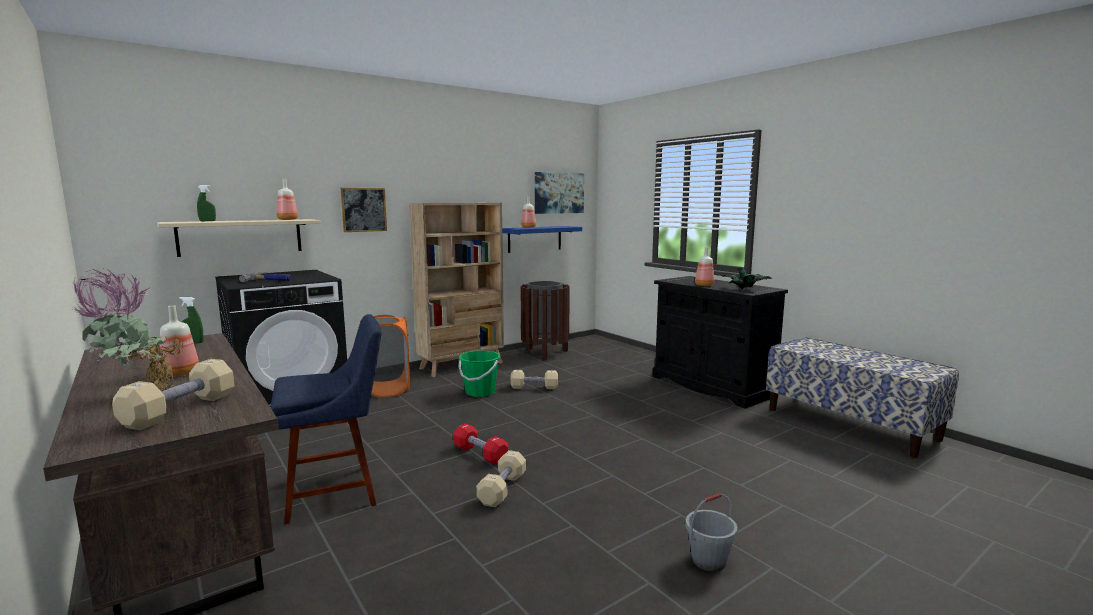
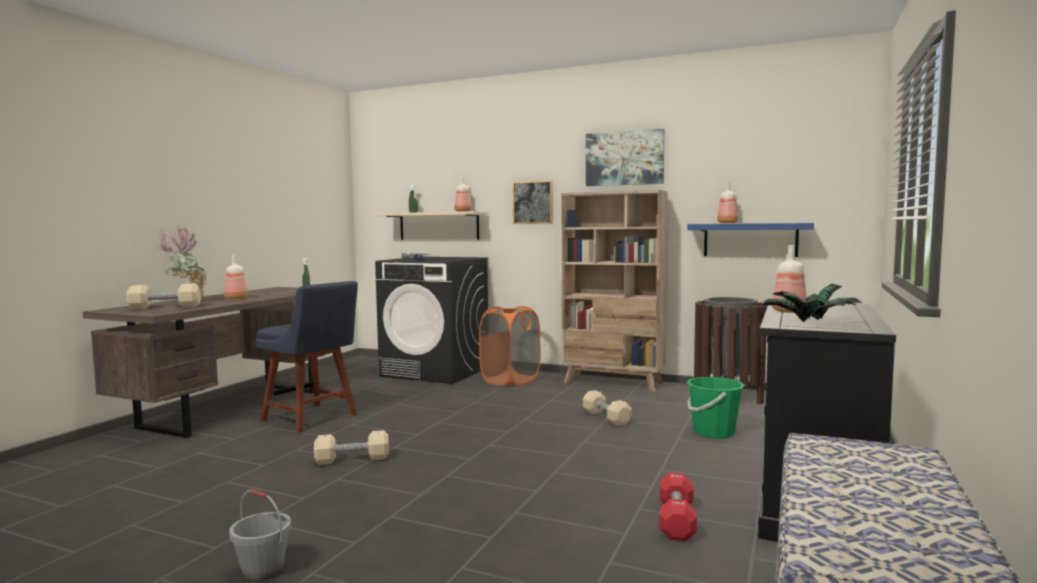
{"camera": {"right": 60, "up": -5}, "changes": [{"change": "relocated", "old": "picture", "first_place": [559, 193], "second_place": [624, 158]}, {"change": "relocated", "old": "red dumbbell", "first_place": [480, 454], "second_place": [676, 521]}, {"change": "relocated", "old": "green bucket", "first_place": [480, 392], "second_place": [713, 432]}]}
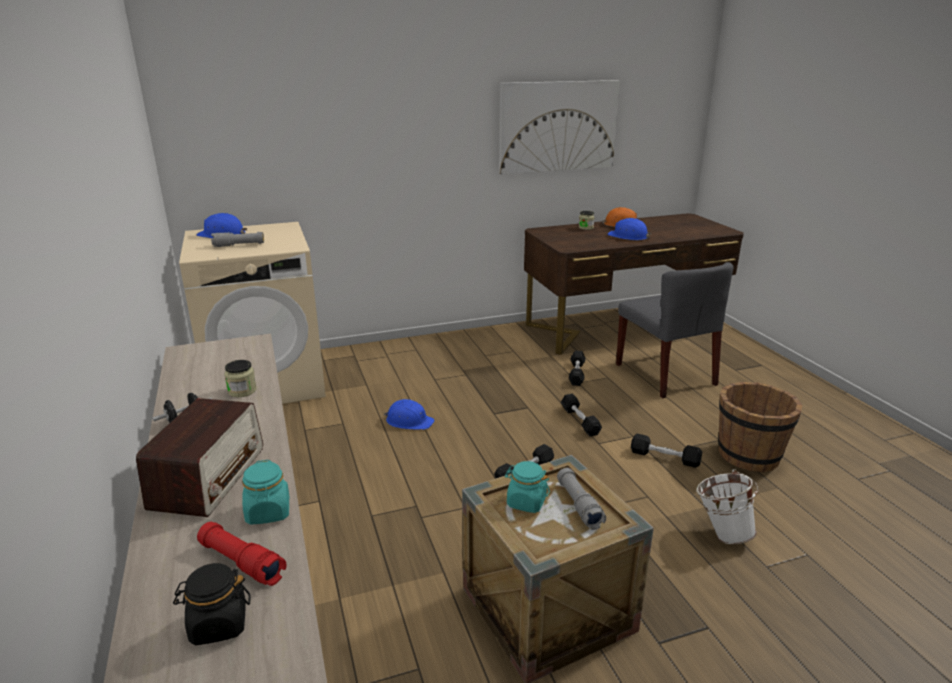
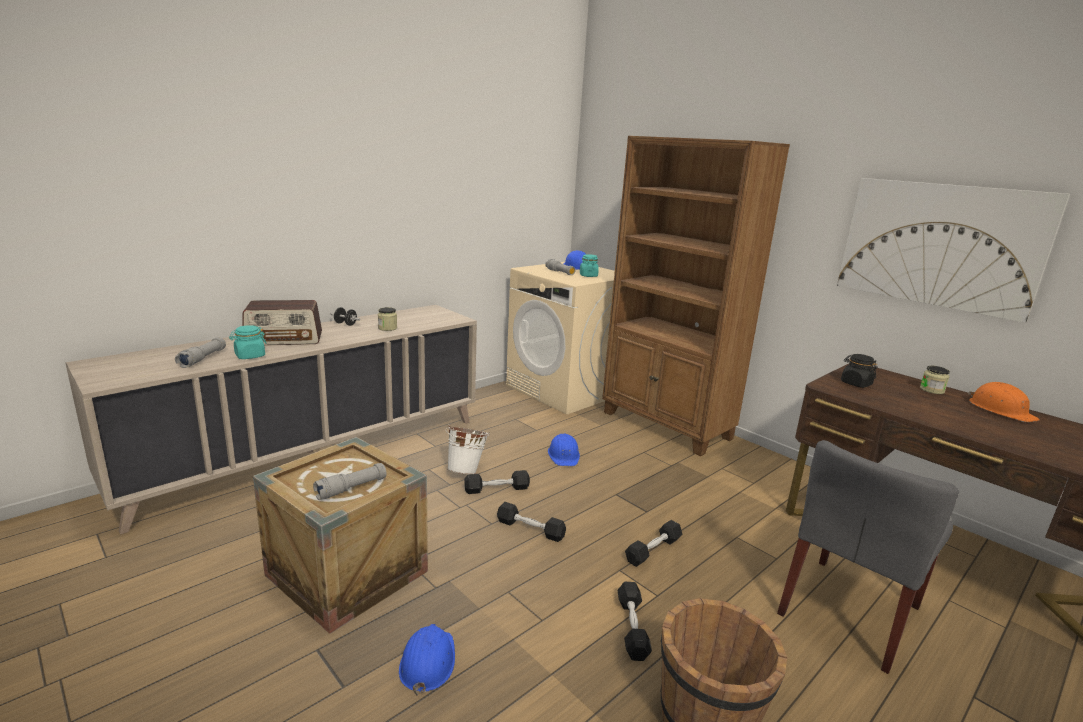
{"camera": {"right": 65, "up": -5}, "changes": [{"change": "colour", "old": "red flashlight", "new": "grey flashlight", "first_place": [241, 562], "second_place": [203, 359]}, {"change": "relocated", "old": "blue hard hat", "first_place": [628, 236], "second_place": [427, 662]}, {"change": "relocated", "old": "white bucket", "first_place": [721, 532], "second_place": [466, 471]}, {"change": "relocated", "old": "black dumbbell", "first_place": [576, 374], "second_place": [497, 489]}, {"change": "relocated", "old": "turquoise jar", "first_place": [526, 502], "second_place": [588, 275]}, {"change": "appeared", "new": "brown bookcase", "second_place": [666, 426]}, {"change": "relocated", "old": "black jar", "first_place": [218, 624], "second_place": [855, 383]}]}
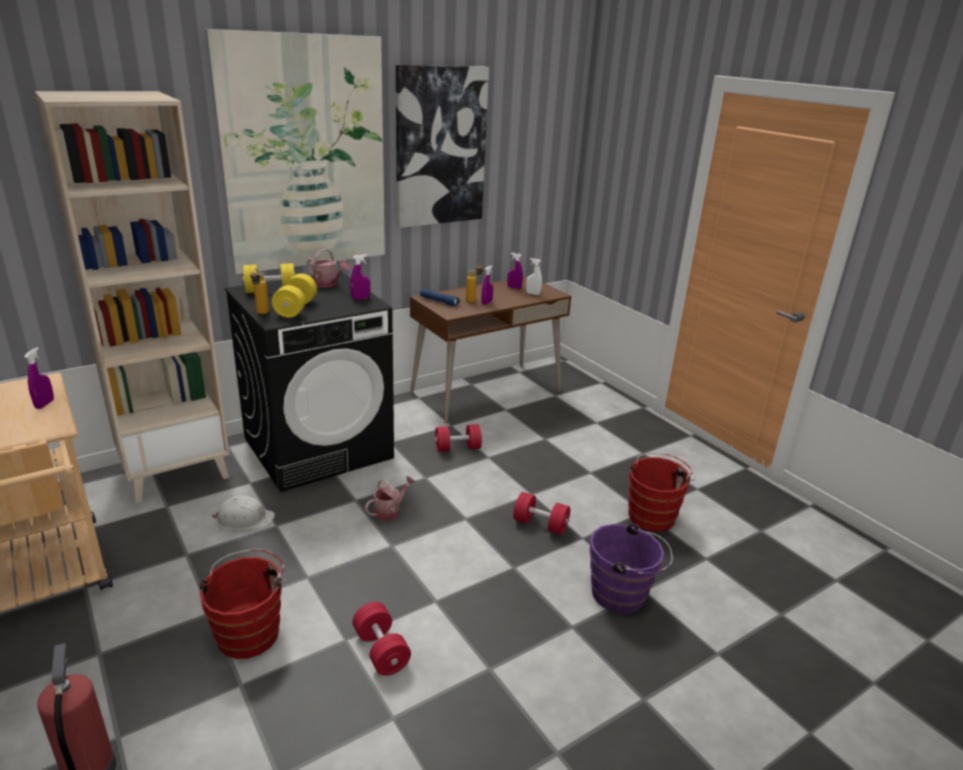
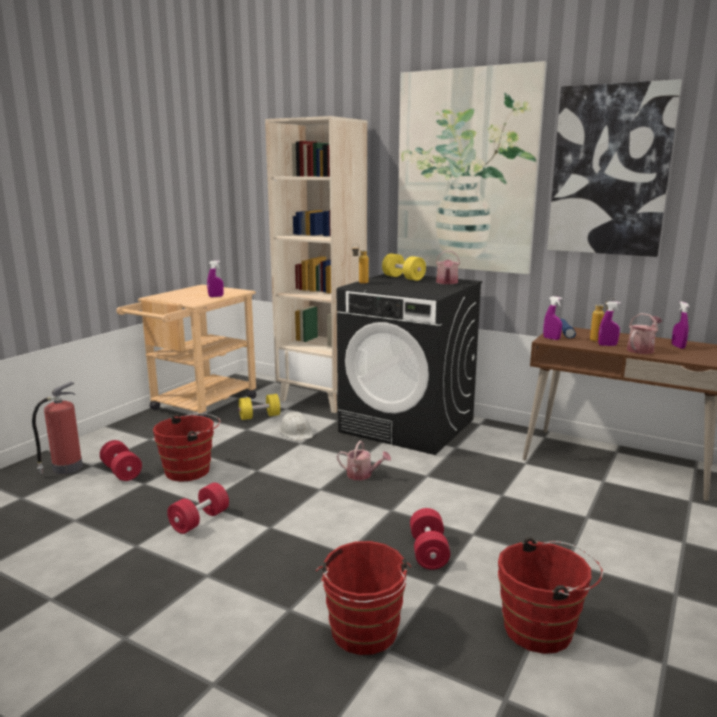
{"camera": {"right": 65, "up": -10}, "changes": [{"change": "relocated", "old": "red dumbbell", "first_place": [457, 448], "second_place": [121, 472]}, {"change": "relocated", "old": "yellow dumbbell", "first_place": [296, 308], "second_place": [259, 416]}, {"change": "colour", "old": "purple bucket", "new": "red bucket", "first_place": [622, 595], "second_place": [364, 635]}, {"change": "relocated", "old": "purple spray bottle", "first_place": [360, 298], "second_place": [551, 338]}, {"change": "appeared", "new": "watering can", "second_place": [642, 349]}, {"change": "missing", "old": "white spray bottle", "first_place": [533, 294]}]}
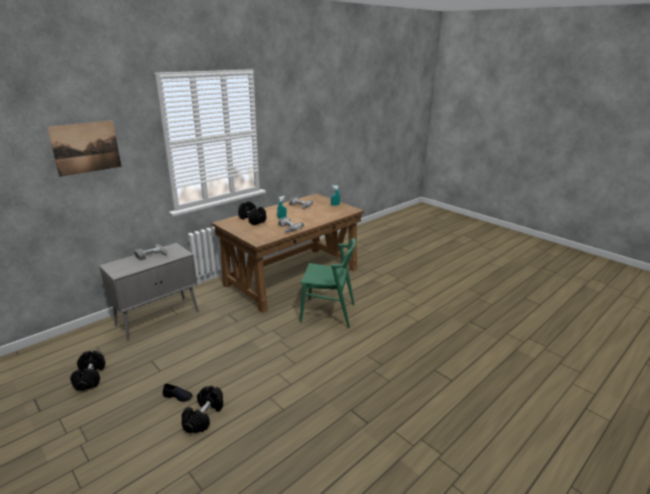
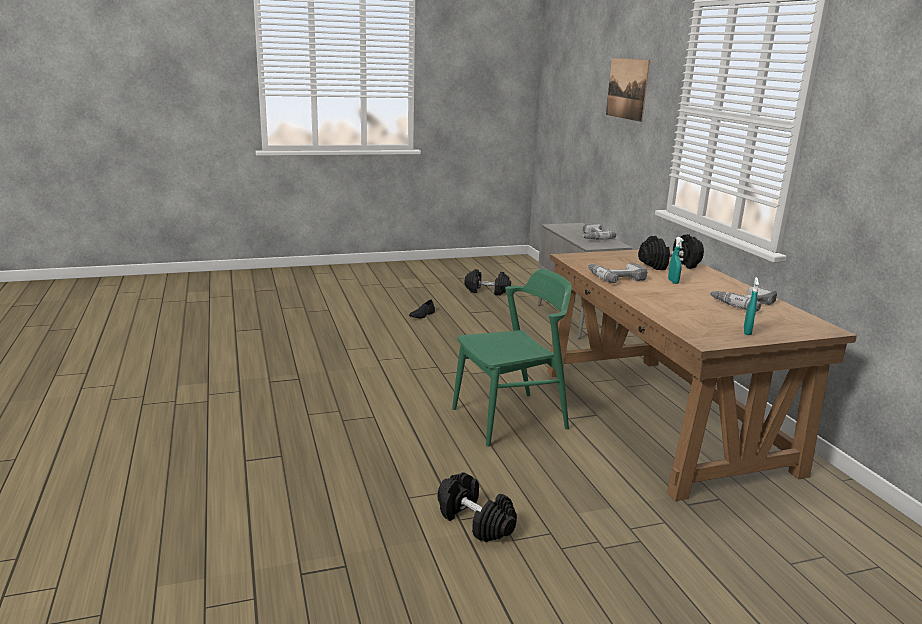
{"camera": {"right": 115, "up": -5}, "changes": [{"change": "relocated", "old": "black dumbbell", "first_place": [204, 417], "second_place": [474, 521]}, {"change": "spun", "old": "green chair", "first_place": [328, 313], "second_place": [510, 418], "degrees": -150}]}
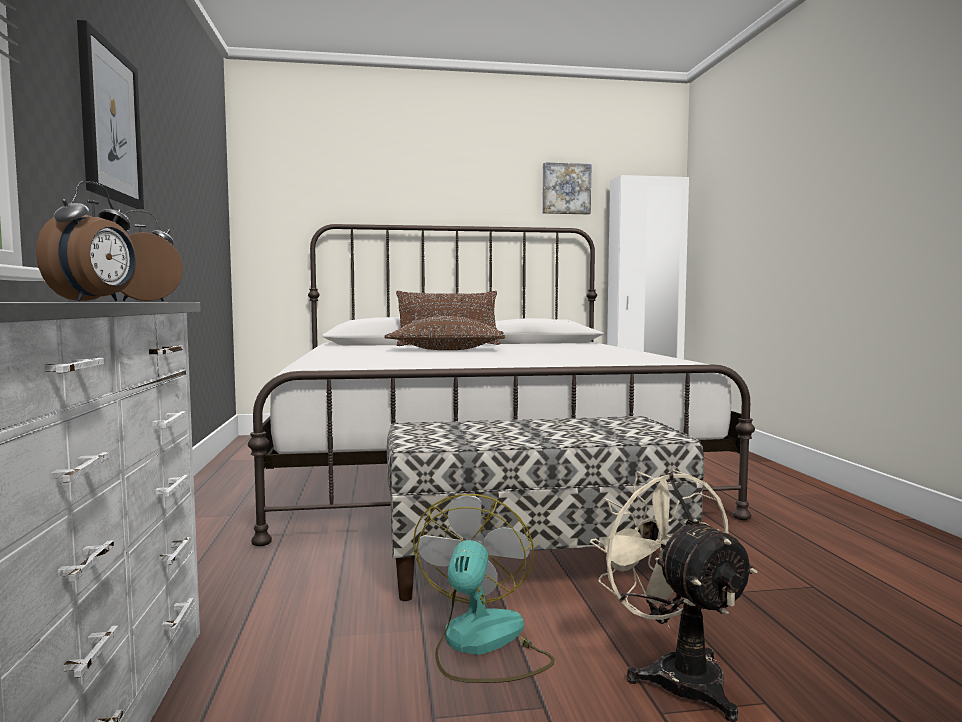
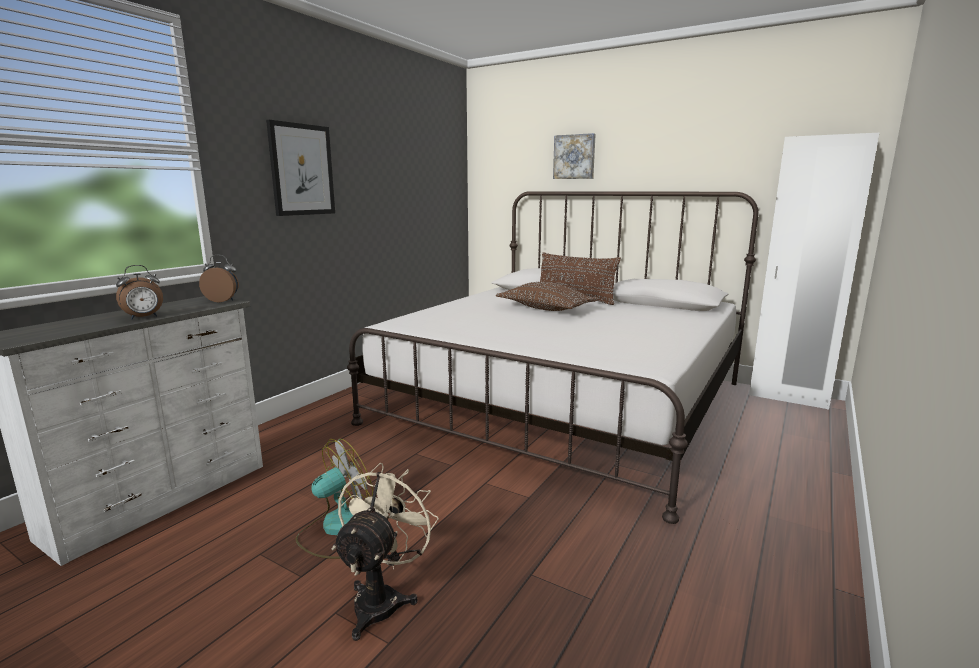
{"camera": {"right": 40, "up": 10}, "changes": [{"change": "relocated", "old": "picture", "first_place": [566, 189], "second_place": [574, 157]}, {"change": "missing", "old": "bench", "first_place": [535, 564]}]}
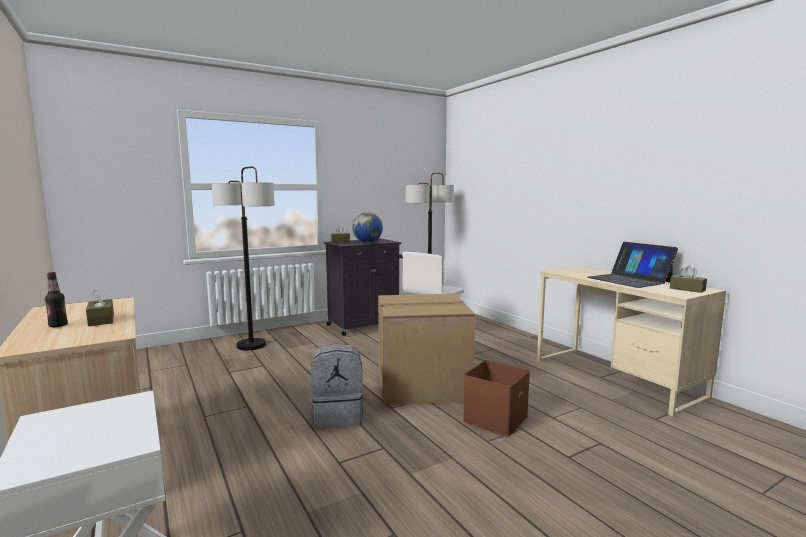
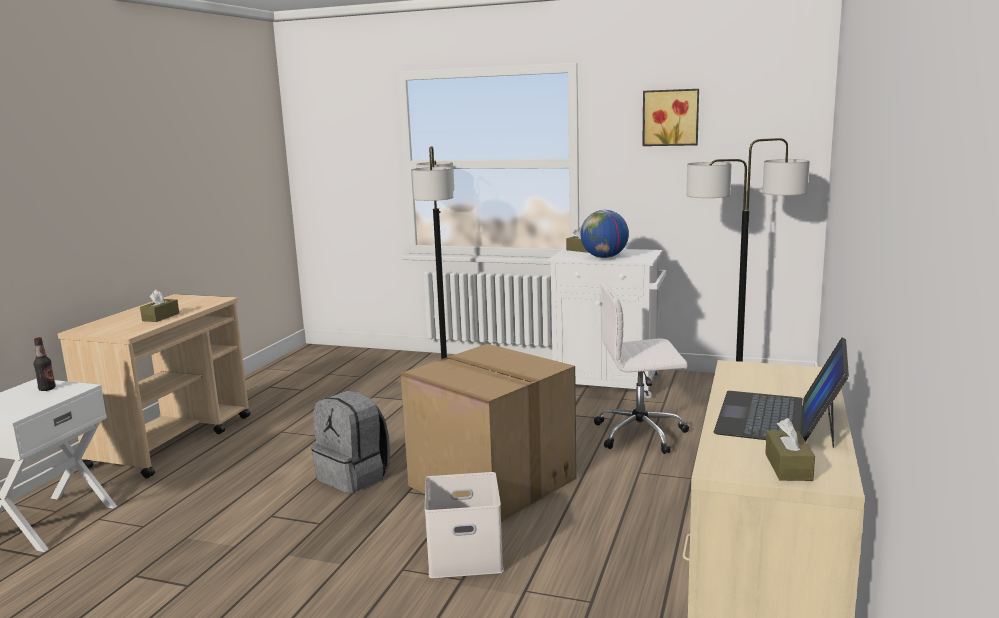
{"camera": {"right": 50, "up": 5}, "changes": [{"change": "relocated", "old": "bottle", "first_place": [58, 325], "second_place": [47, 389]}, {"change": "colour", "old": "brown storage box", "new": "white storage box", "first_place": [495, 418], "second_place": [466, 554]}, {"change": "colour", "old": "black cabinet", "new": "white cabinet", "first_place": [365, 325], "second_place": [608, 384]}, {"change": "appeared", "new": "picture", "second_place": [670, 117]}]}
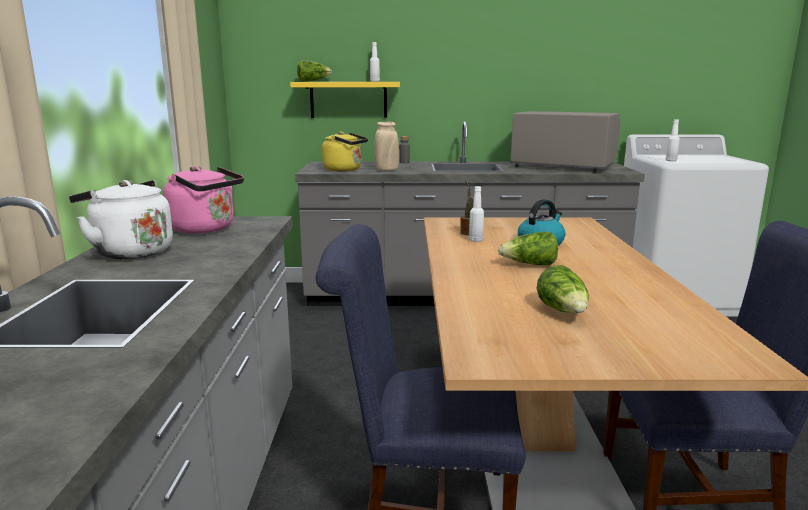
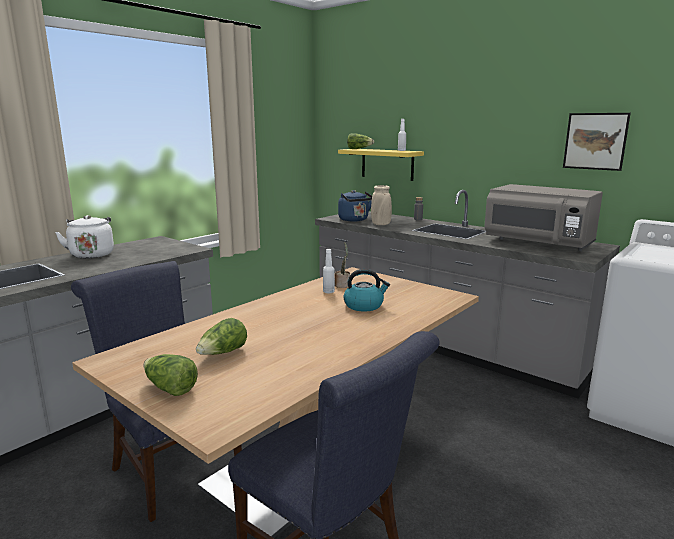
{"camera": {"right": 40, "up": 0}, "changes": [{"change": "relocated", "old": "lettuce", "first_place": [529, 265], "second_place": [170, 388]}, {"change": "colour", "old": "yellow kettle", "new": "blue kettle", "first_place": [345, 170], "second_place": [354, 220]}, {"change": "spun", "old": "grey microwave", "first_place": [562, 166], "second_place": [538, 243], "degrees": 150}, {"change": "appeared", "new": "picture", "second_place": [595, 141]}, {"change": "missing", "old": "pink kettle", "first_place": [206, 229]}, {"change": "missing", "old": "white bottle", "first_place": [671, 160]}]}
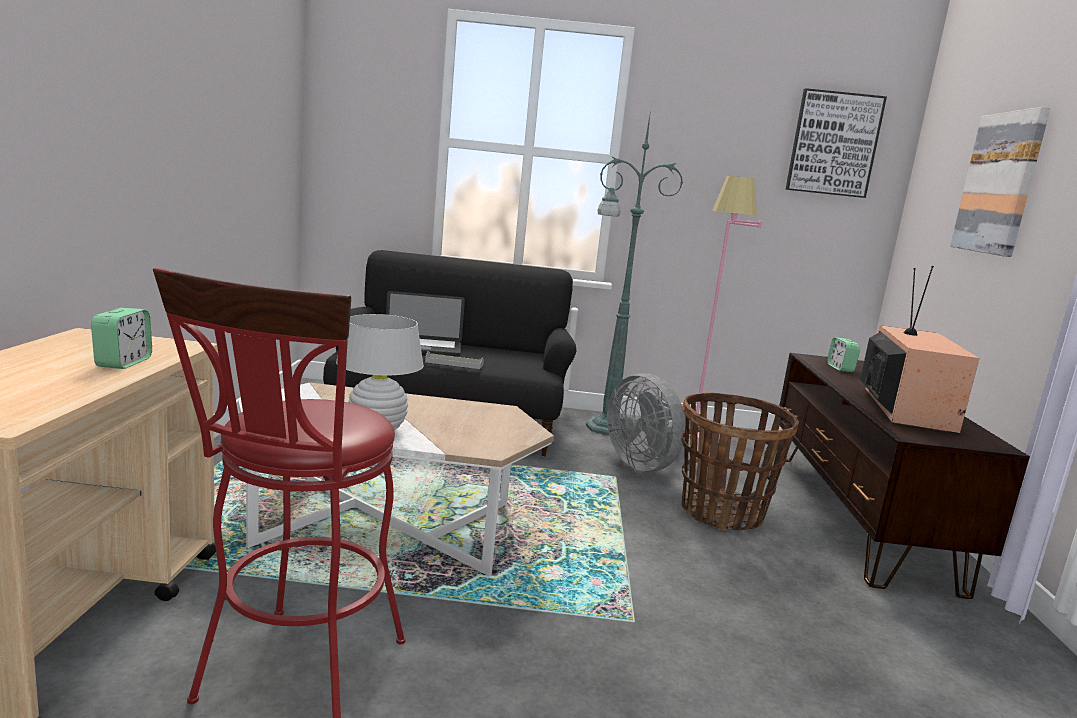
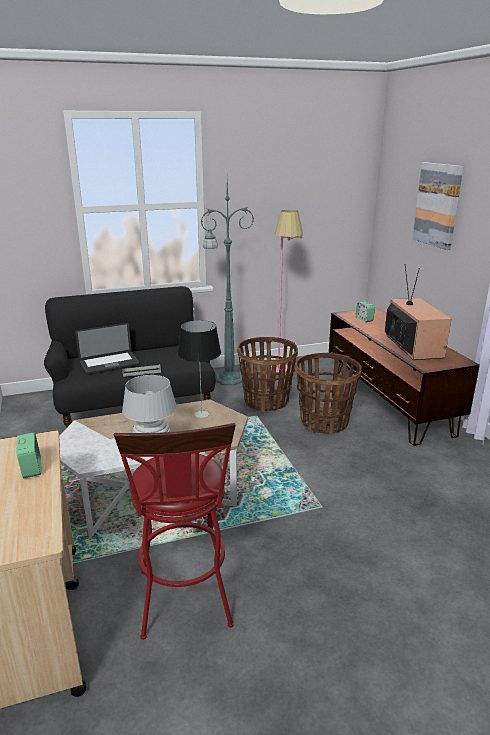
{"camera": {"right": -20, "up": 10}, "changes": [{"change": "appeared", "new": "table lamp", "second_place": [201, 414]}, {"change": "exchanged", "old": "grey fan", "new": "basket", "first_place": [644, 464], "second_place": [266, 401]}, {"change": "missing", "old": "picture", "first_place": [833, 144]}]}
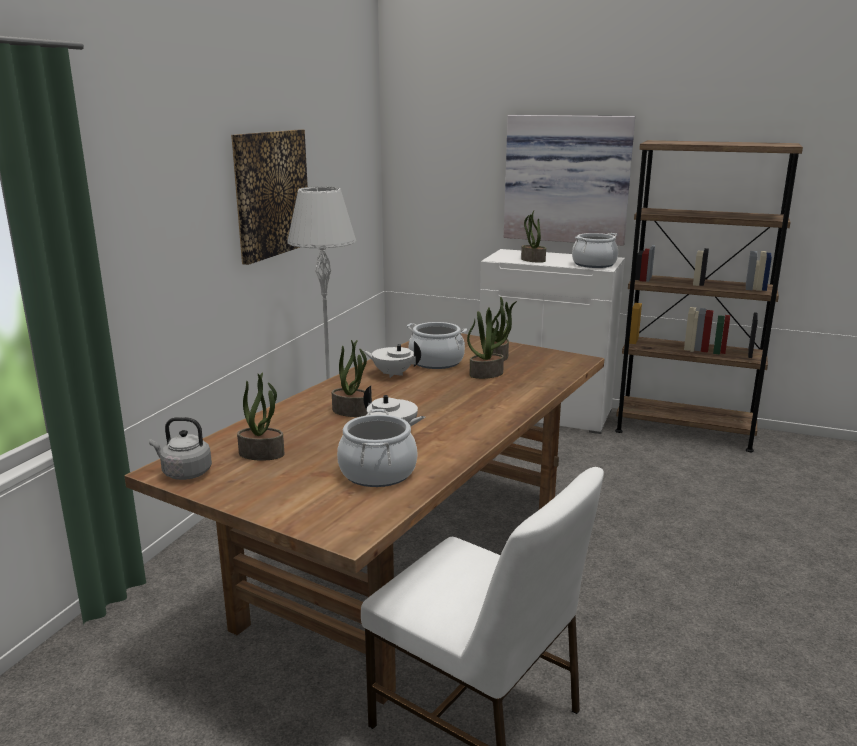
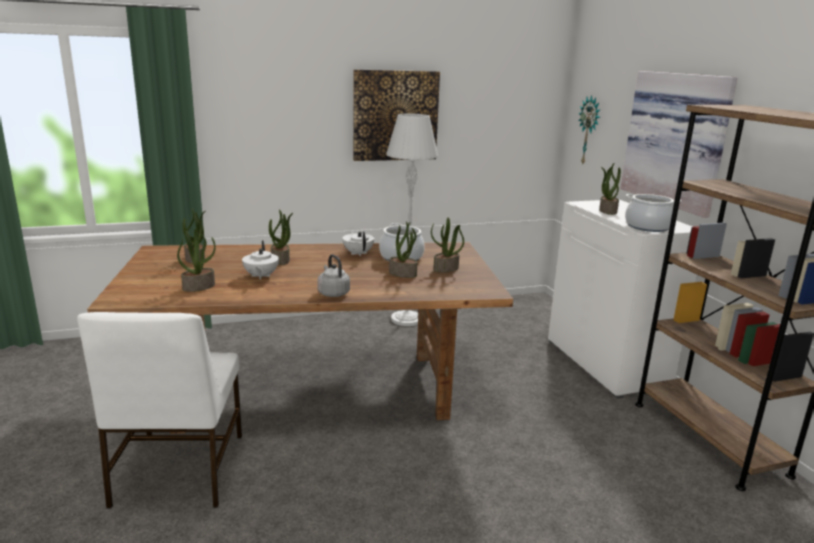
{"camera": {"right": 50, "up": 0}, "changes": [{"change": "exchanged", "old": "cooking pot", "new": "potted plant", "first_place": [377, 472], "second_place": [199, 287]}, {"change": "relocated", "old": "grey kettle", "first_place": [184, 473], "second_place": [333, 293]}, {"change": "appeared", "new": "wall clock", "second_place": [589, 130]}]}
